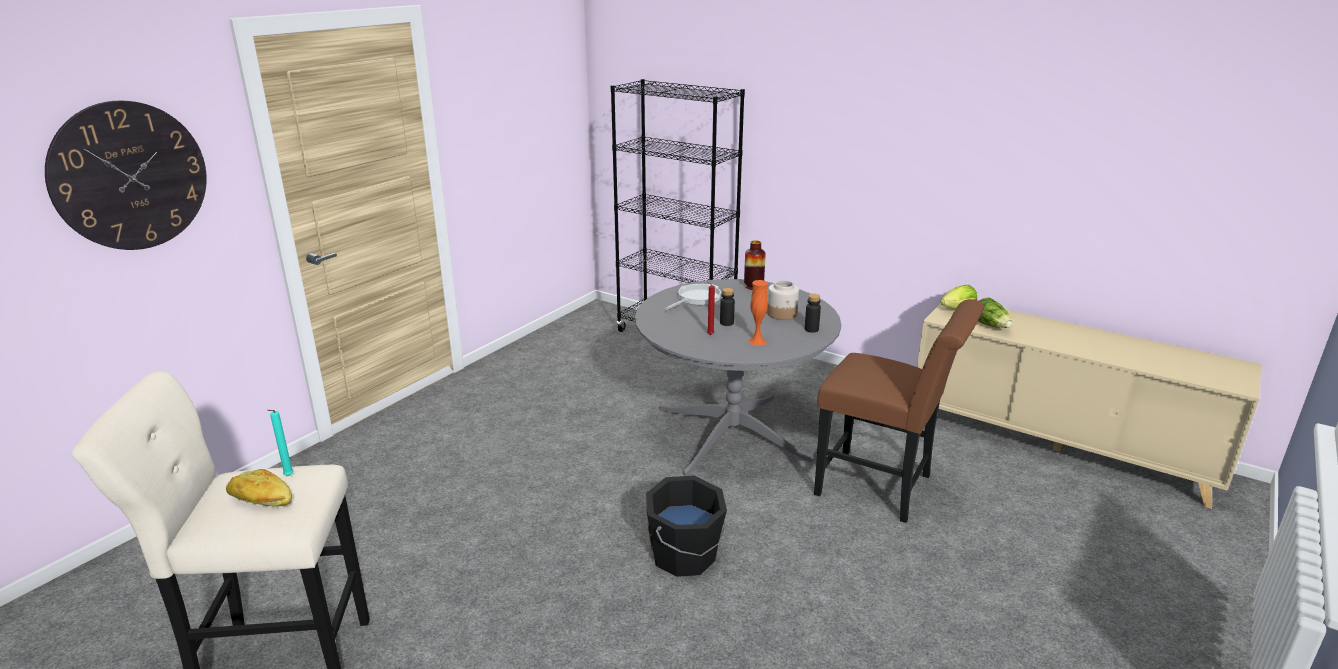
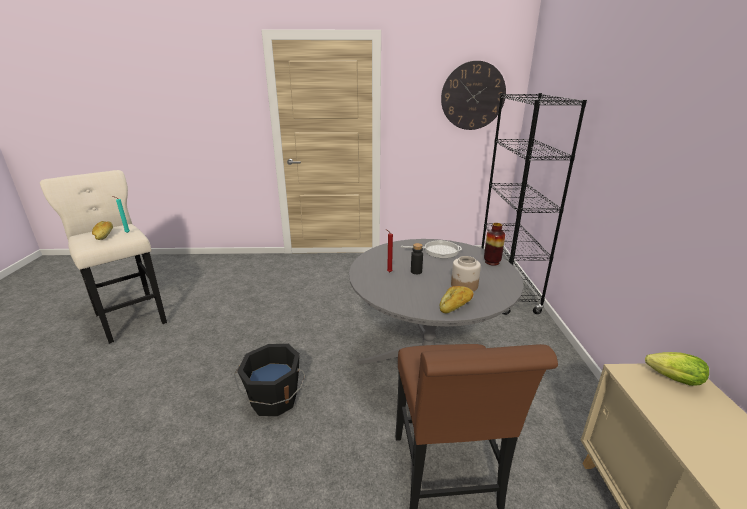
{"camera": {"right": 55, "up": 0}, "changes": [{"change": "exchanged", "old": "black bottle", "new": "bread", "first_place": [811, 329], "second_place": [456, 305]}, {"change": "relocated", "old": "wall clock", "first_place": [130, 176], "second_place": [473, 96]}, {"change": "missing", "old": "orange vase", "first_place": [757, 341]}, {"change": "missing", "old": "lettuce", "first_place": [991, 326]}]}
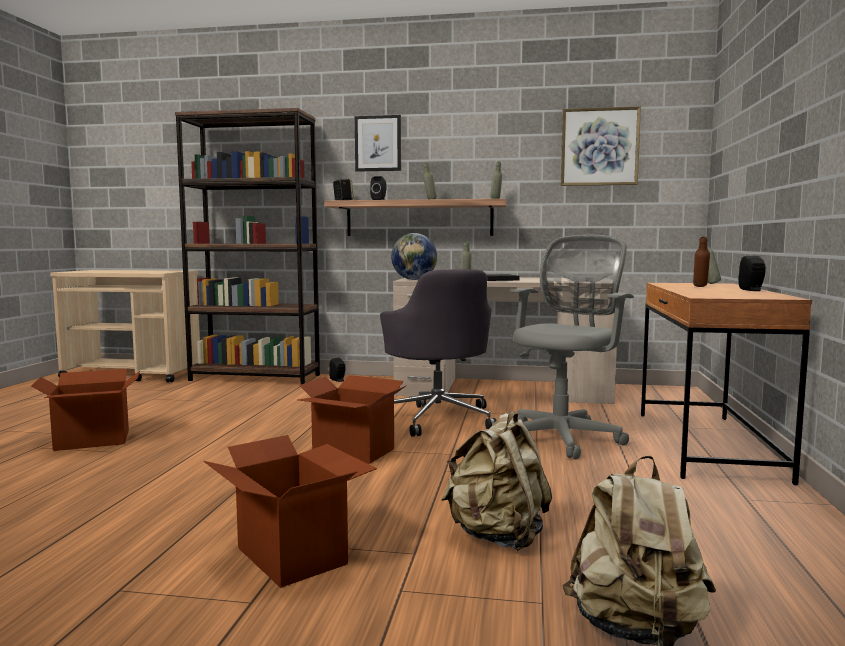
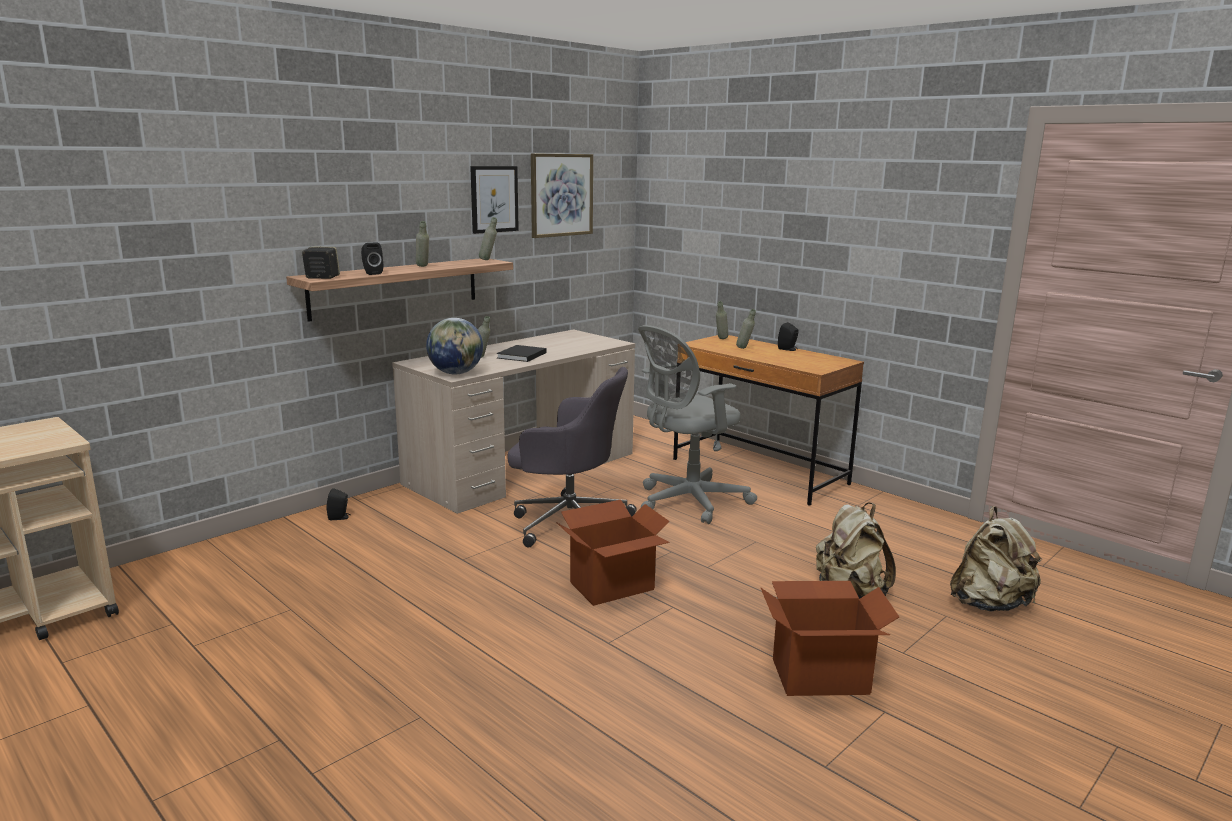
{"camera": {"right": -55, "up": 10}, "changes": [{"change": "relocated", "old": "picture", "first_place": [378, 143], "second_place": [494, 199]}, {"change": "spun", "old": "grey office chair", "first_place": [562, 438], "second_place": [687, 502], "degrees": -105}, {"change": "colour", "old": "brown bottle", "new": "grey bottle", "first_place": [700, 287], "second_place": [745, 348]}, {"change": "missing", "old": "cardboard box", "first_place": [92, 441]}, {"change": "missing", "old": "brown bookcase", "first_place": [255, 377]}]}
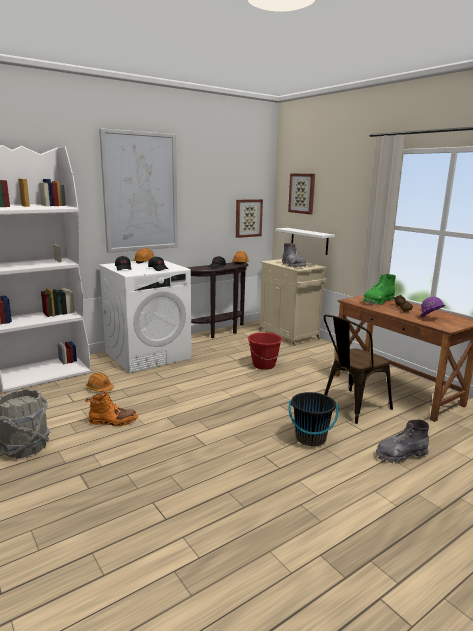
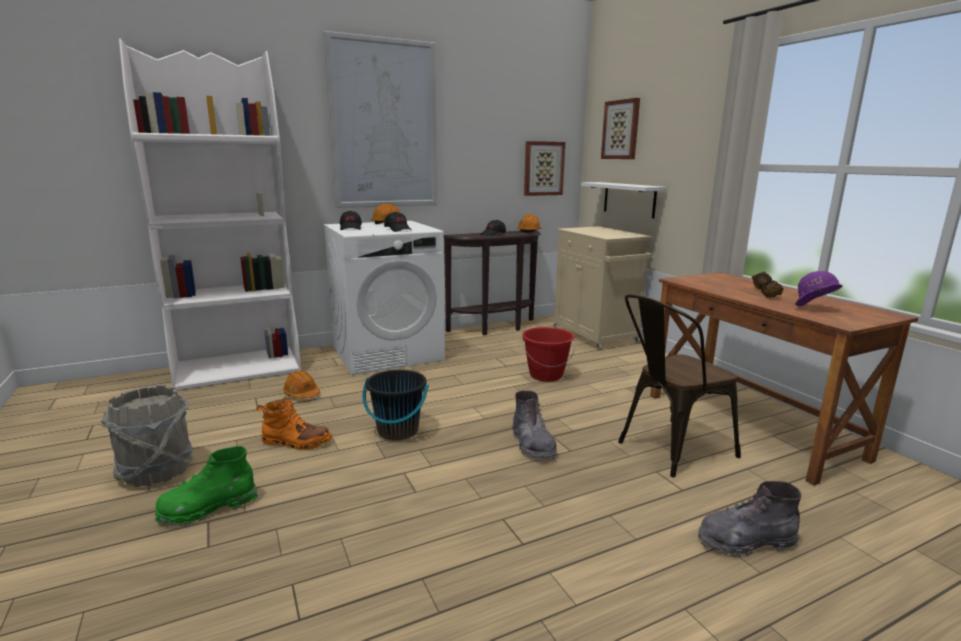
{"camera": {"right": 10, "up": 0}, "changes": [{"change": "relocated", "old": "green boot", "first_place": [378, 301], "second_place": [208, 508]}, {"change": "relocated", "old": "black bucket", "first_place": [310, 438], "second_place": [397, 431]}, {"change": "relocated", "old": "grey boot", "first_place": [293, 265], "second_place": [532, 445]}]}
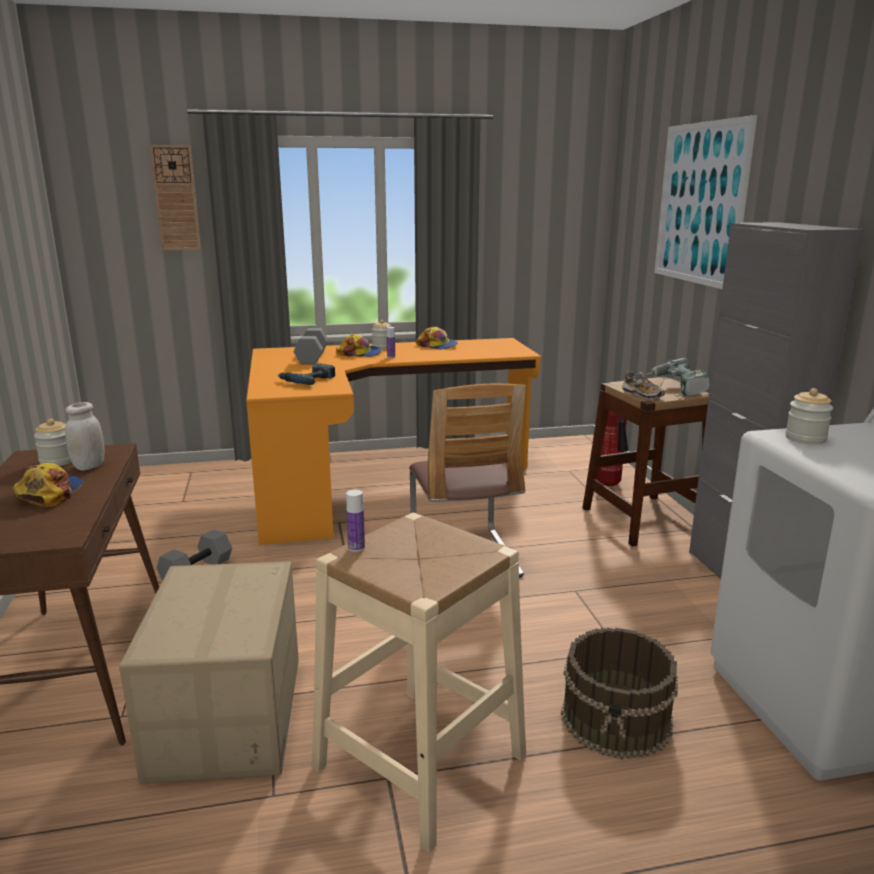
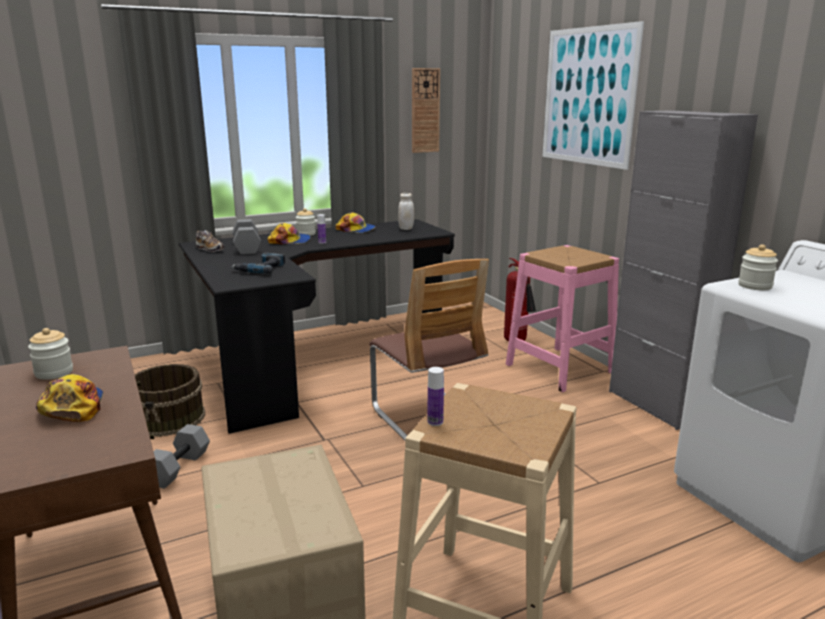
{"camera": {"right": -15, "up": 0}, "changes": [{"change": "relocated", "old": "brown bucket", "first_place": [617, 718], "second_place": [169, 418]}, {"change": "colour", "old": "orange desk", "new": "black desk", "first_place": [377, 481], "second_place": [313, 360]}, {"change": "relocated", "old": "shoe", "first_place": [642, 395], "second_place": [210, 249]}, {"change": "relocated", "old": "white jar", "first_place": [89, 466], "second_place": [406, 228]}, {"change": "relocated", "old": "wall clock", "first_place": [176, 198], "second_place": [425, 110]}, {"change": "colour", "old": "brown stool", "new": "pink stool", "first_place": [644, 519], "second_place": [560, 368]}, {"change": "missing", "old": "power drill", "first_place": [676, 389]}]}
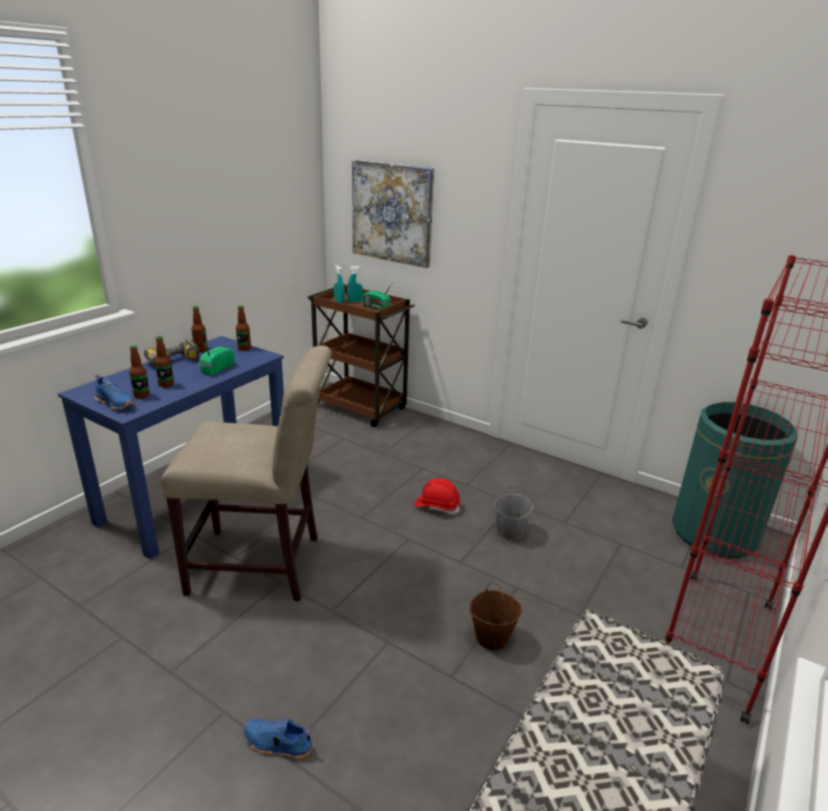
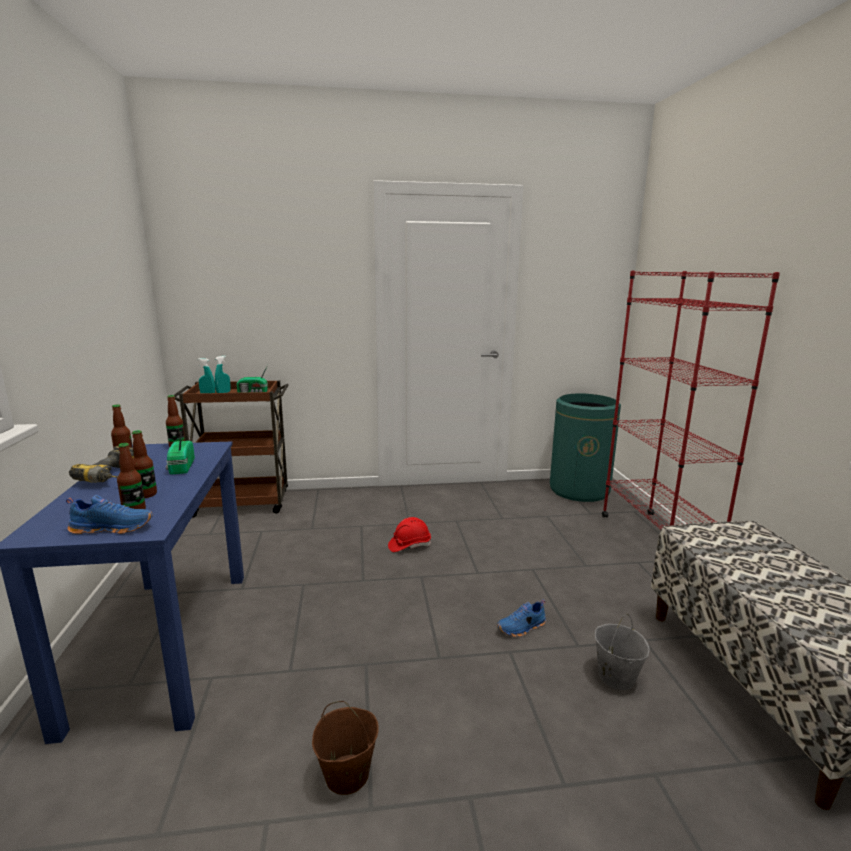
{"camera": {"right": -40, "up": -10}, "changes": [{"change": "relocated", "old": "brown bucket", "first_place": [491, 638], "second_place": [346, 775]}, {"change": "relocated", "old": "blue shoe", "first_place": [278, 744], "second_place": [522, 628]}, {"change": "relocated", "old": "grey bucket", "first_place": [510, 531], "second_place": [615, 676]}, {"change": "missing", "old": "beige chair", "first_place": [263, 565]}, {"change": "missing", "old": "picture", "first_place": [392, 213]}]}
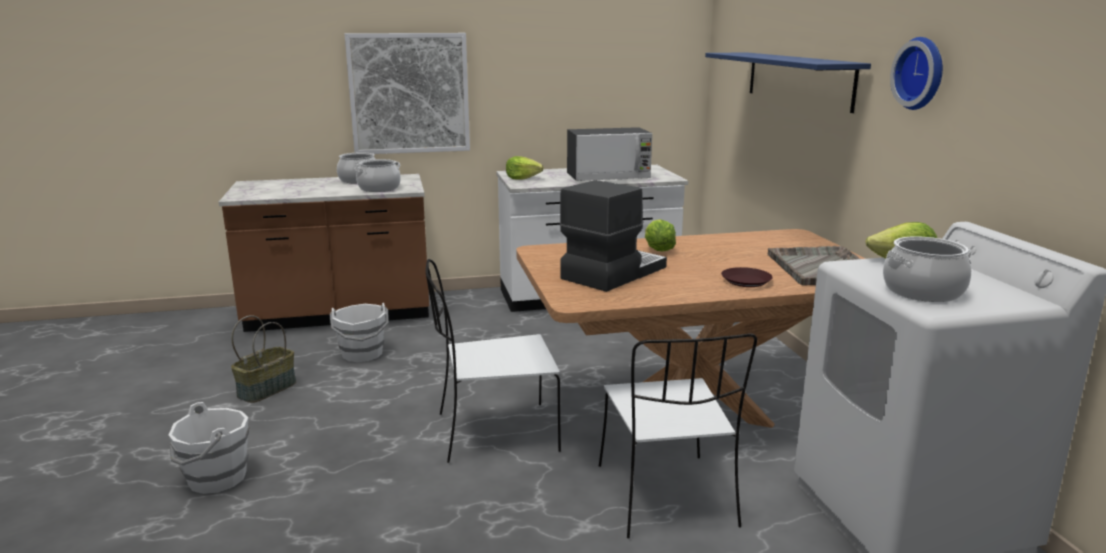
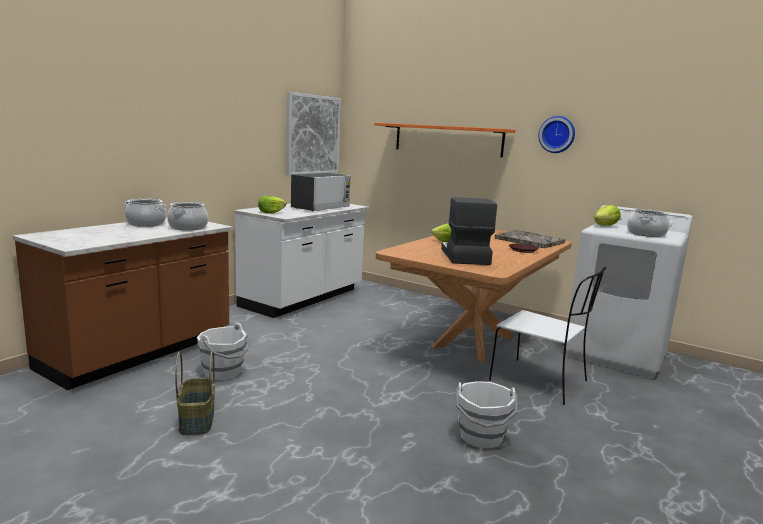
{"camera": {"right": -45, "up": -5}, "changes": [{"change": "relocated", "old": "picture", "first_place": [409, 93], "second_place": [313, 135]}, {"change": "colour", "old": "blue shelf", "new": "orange shelf", "first_place": [798, 79], "second_place": [447, 139]}, {"change": "relocated", "old": "white bucket", "first_place": [215, 479], "second_place": [481, 437]}, {"change": "missing", "old": "white chair", "first_place": [493, 433]}]}
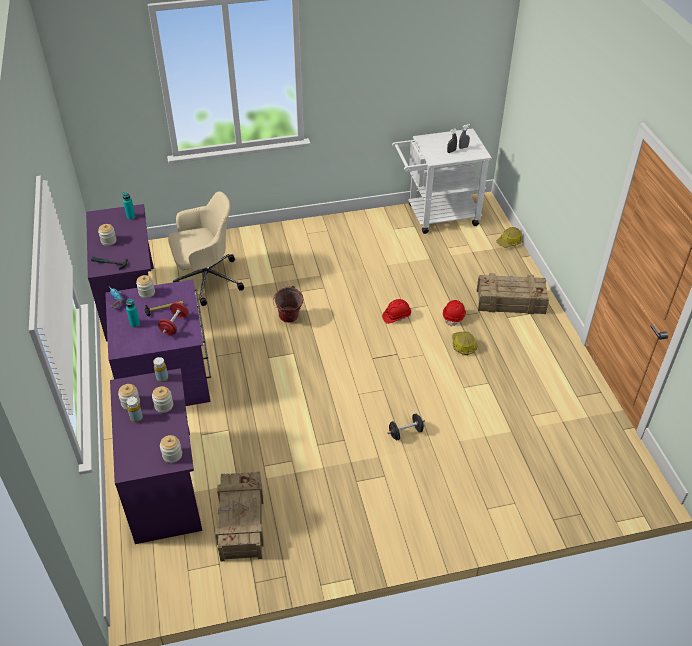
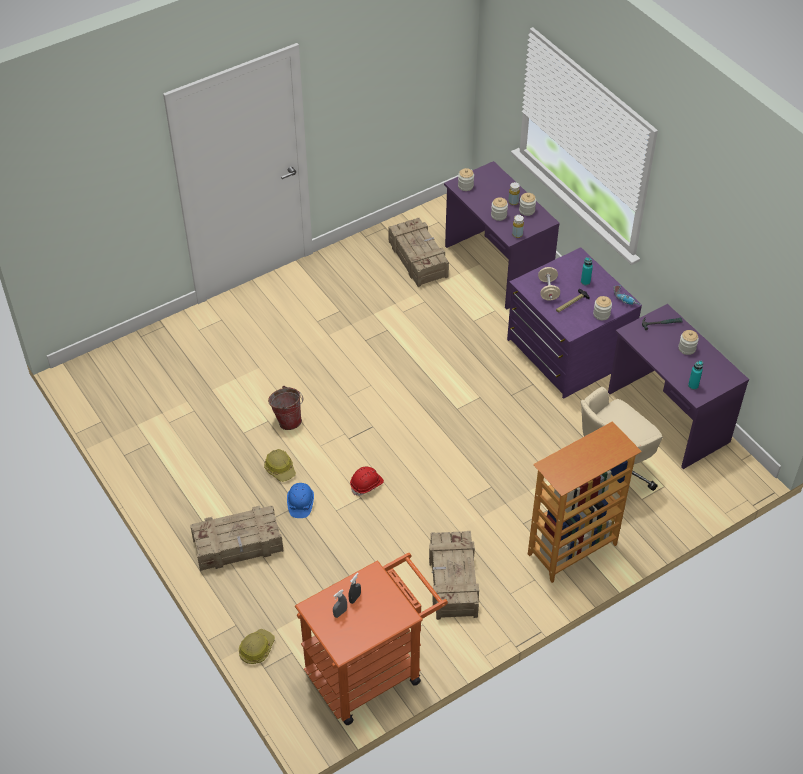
{"camera": {"right": 160, "up": 5}, "changes": [{"change": "relocated", "old": "bucket", "first_place": [289, 319], "second_place": [288, 419]}, {"change": "colour", "old": "red hard hat", "new": "blue hard hat", "first_place": [454, 316], "second_place": [300, 504]}, {"change": "colour", "old": "white cart", "new": "orange cart", "first_place": [436, 216], "second_place": [372, 670]}, {"change": "appeared", "new": "crate", "second_place": [452, 582]}, {"change": "appeared", "new": "bookcase", "second_place": [572, 550]}, {"change": "colour", "old": "red dumbbell", "new": "beige dumbbell", "first_place": [174, 325], "second_place": [548, 290]}, {"change": "missing", "old": "black dumbbell", "first_place": [405, 433]}]}
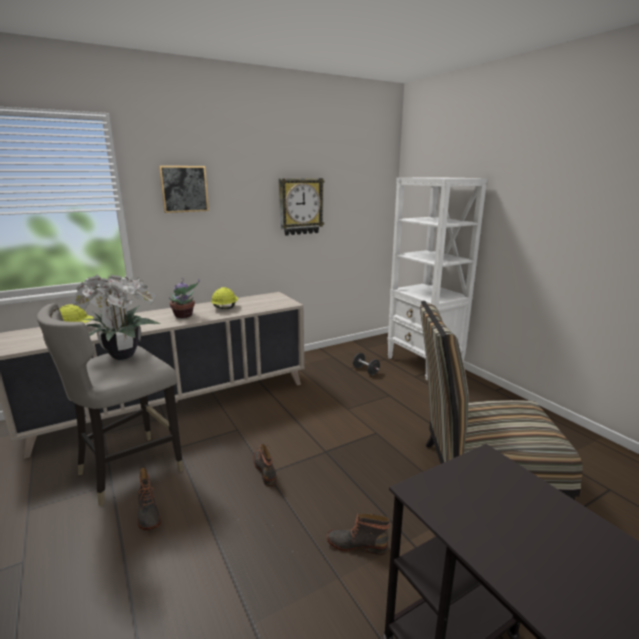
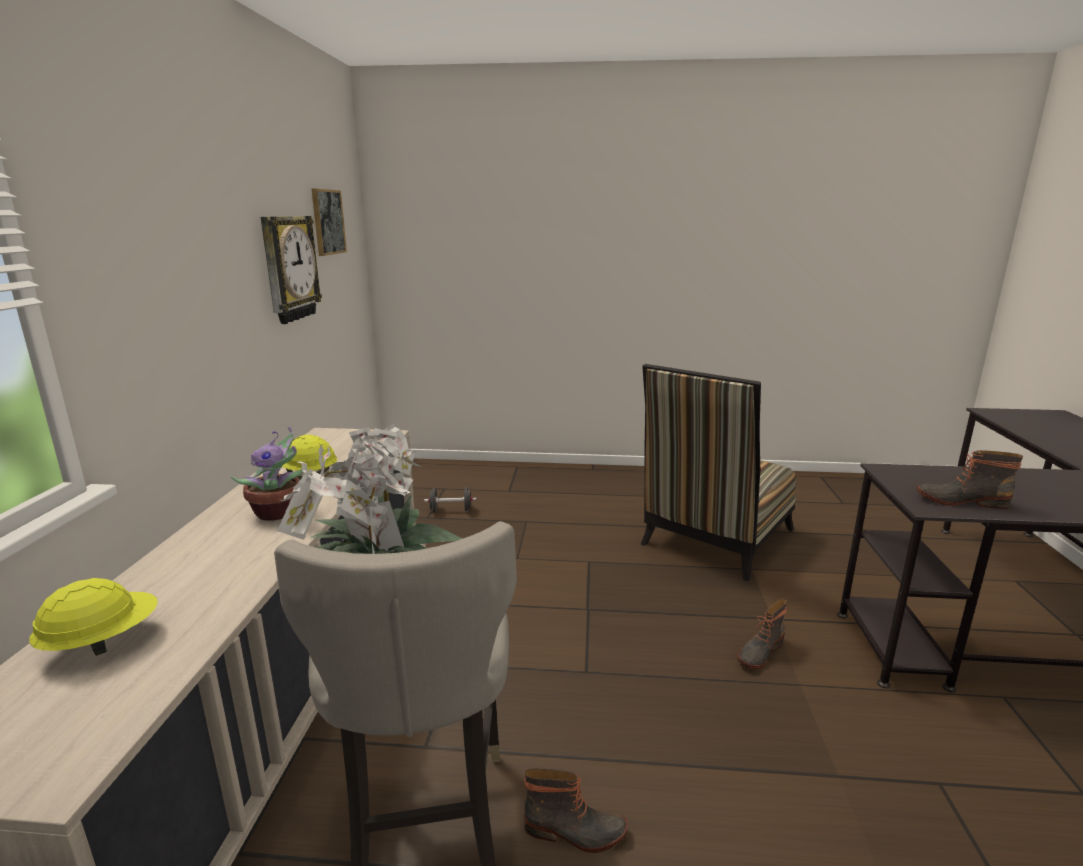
{"camera": {"right": -55, "up": 0}, "changes": [{"change": "relocated", "old": "picture", "first_place": [184, 189], "second_place": [327, 222]}, {"change": "relocated", "old": "boot", "first_place": [266, 470], "second_place": [960, 500]}, {"change": "missing", "old": "white bookcase", "first_place": [424, 364]}]}
